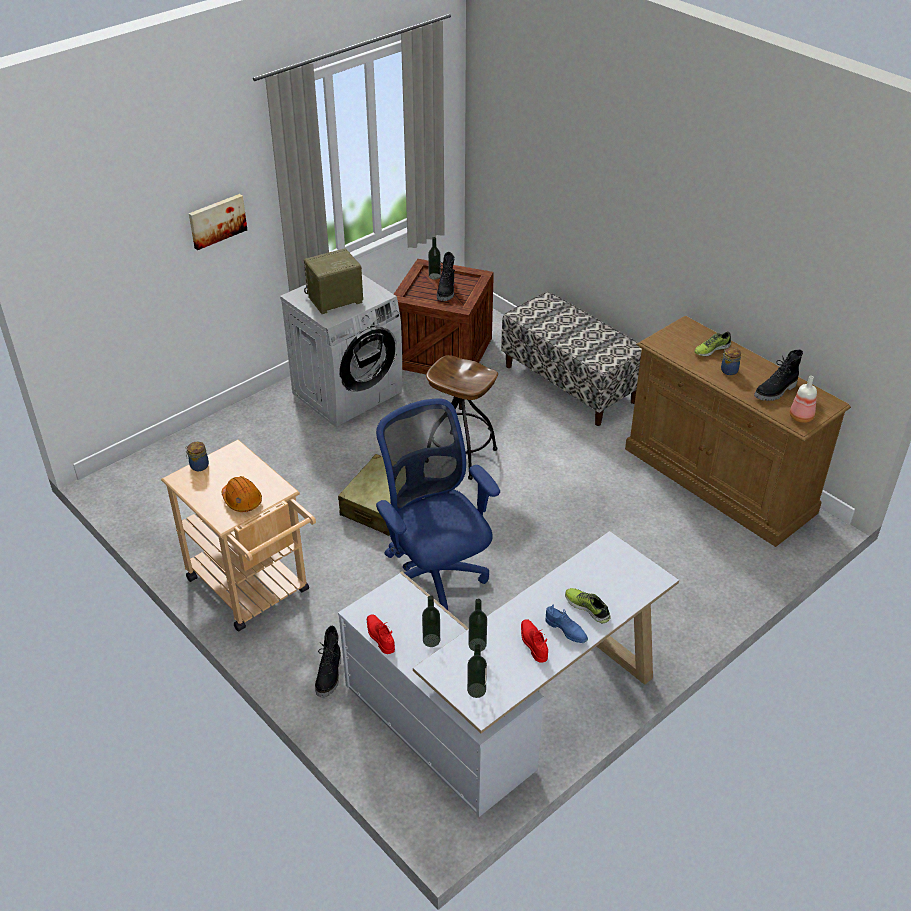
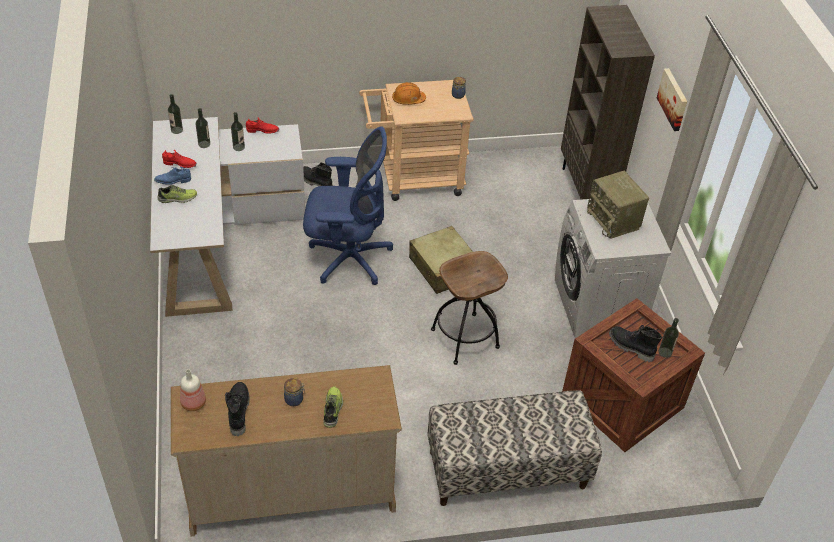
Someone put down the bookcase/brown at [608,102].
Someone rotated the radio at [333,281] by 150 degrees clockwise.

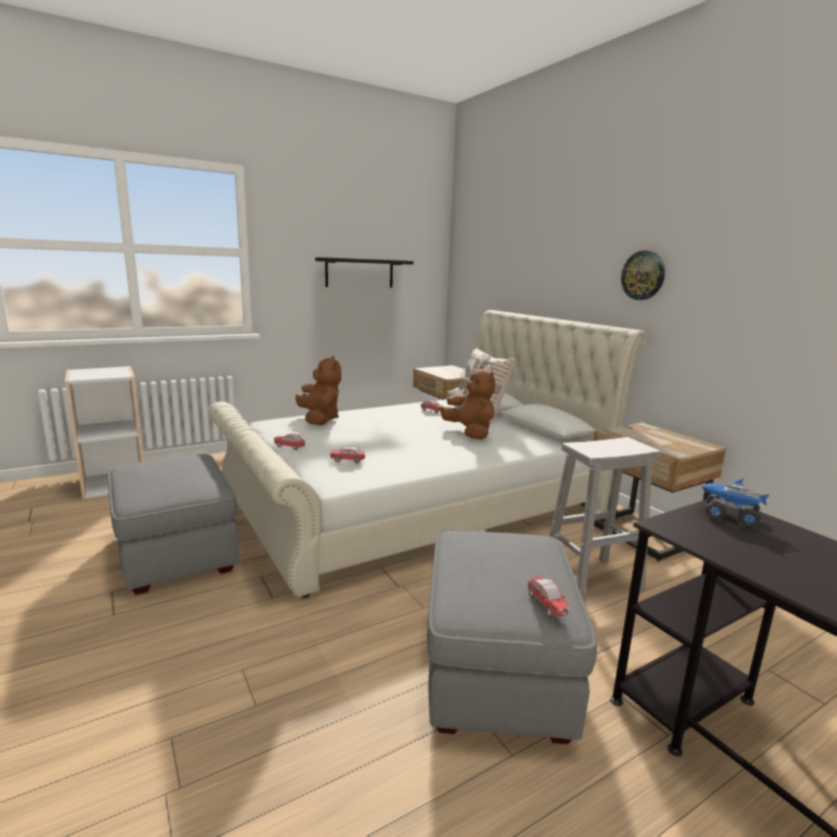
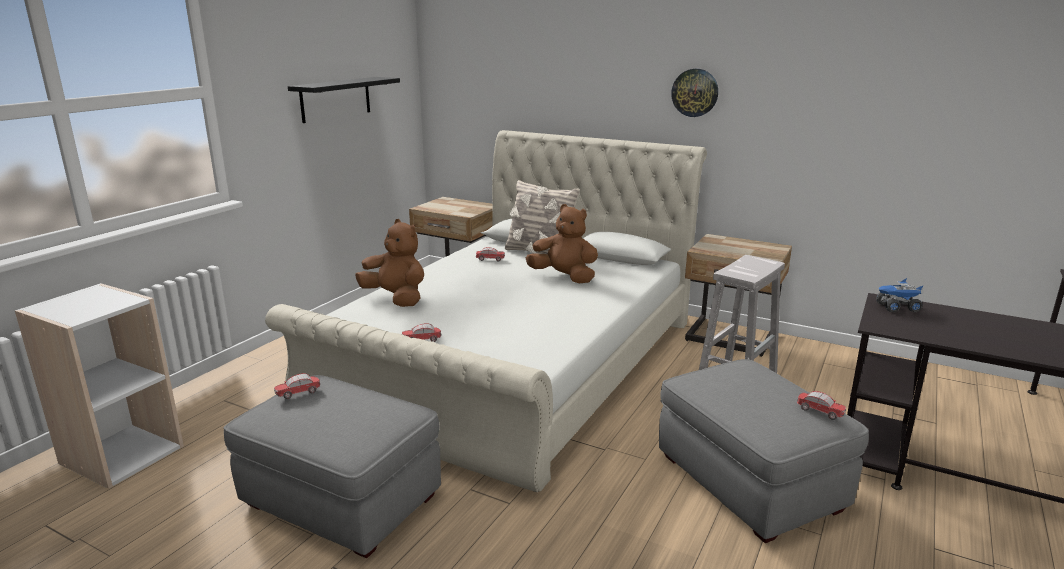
Someone carried the toy car from [347,454] to [297,386].

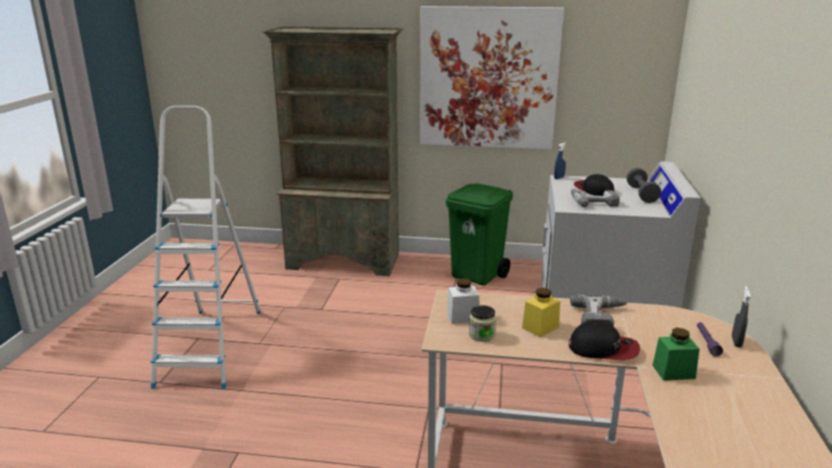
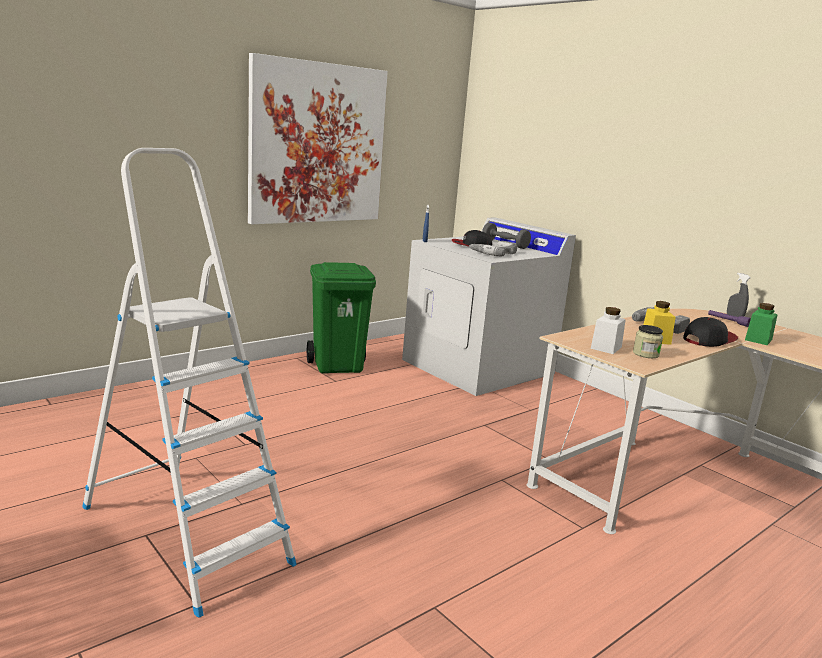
Someone took away the bookcase/green at [333,151].

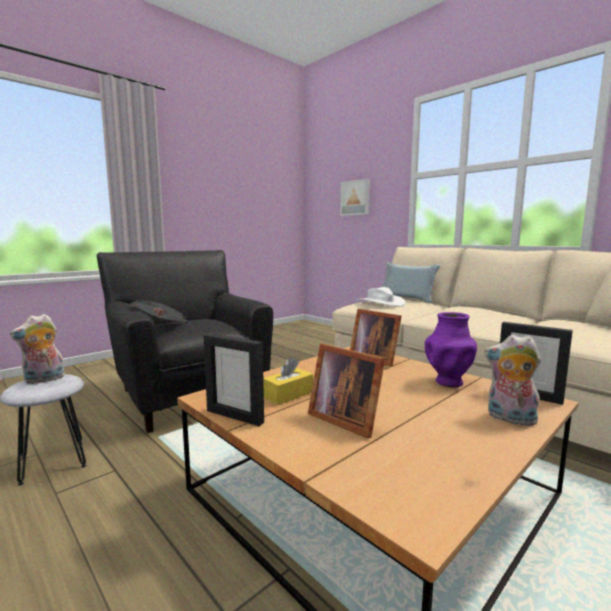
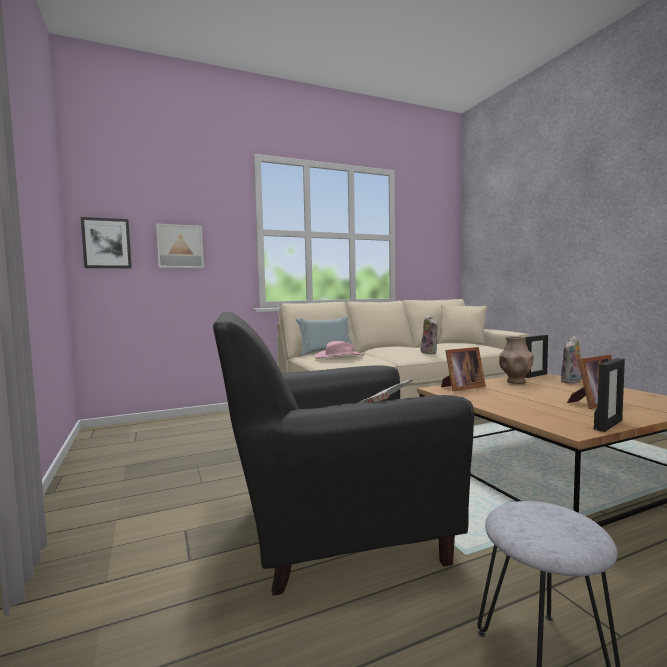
Someone put up the picture at [106,242].
Someone repainted the hat/white at [381,297], which became the hat/pink at [339,349].
Someone carried the plush toy from [37,349] to [429,334].
Someone repainted the vase/purple at [451,349], which became the vase/brown at [516,360].
Someone took away the tissue box/yellow at [288,381].

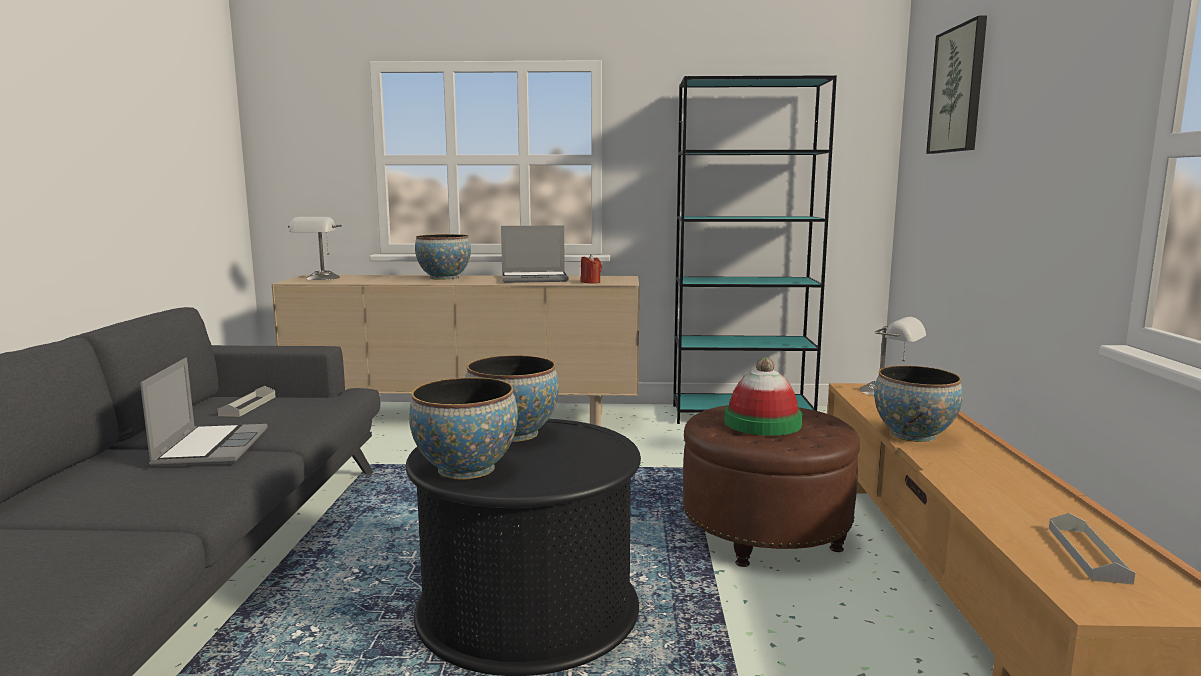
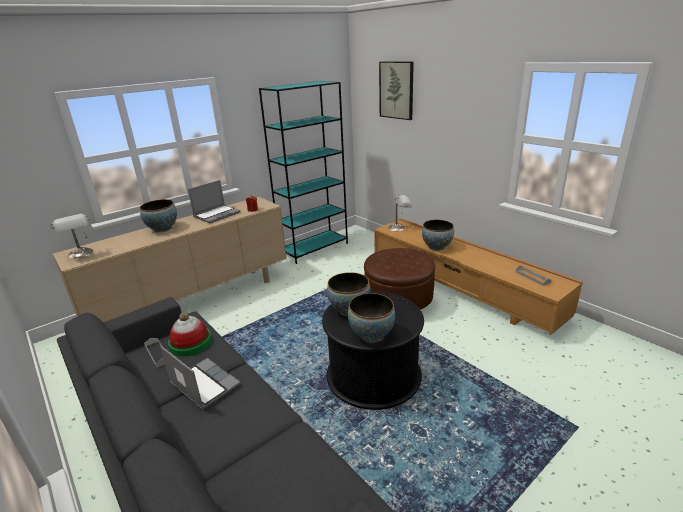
Someone carried the hat from [763,396] to [190,334].

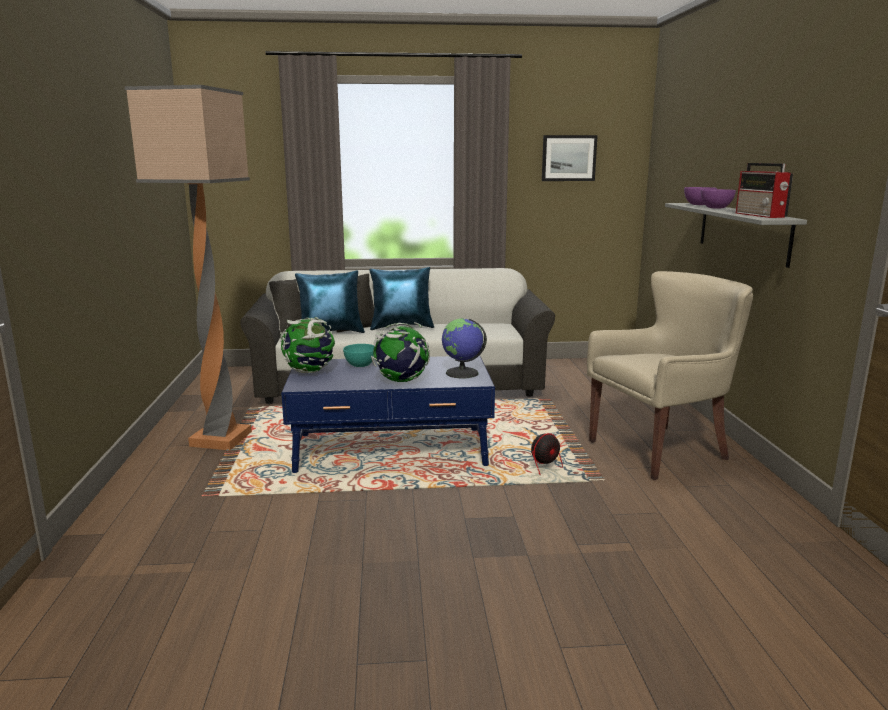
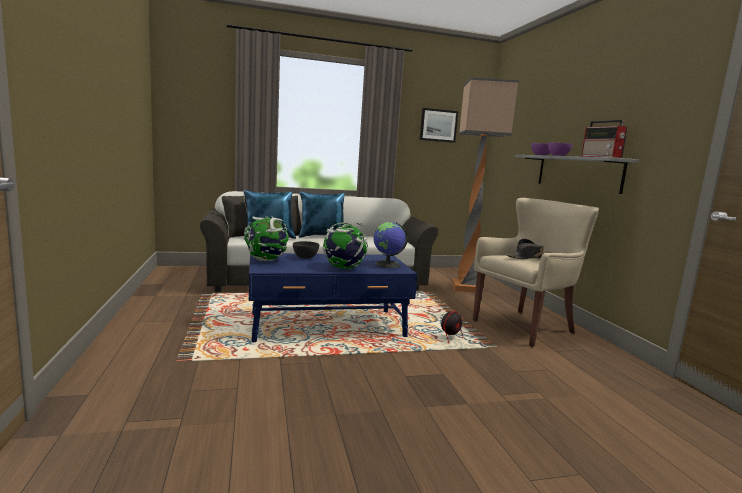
Someone repainted the bowl/turquoise at [358,355], which became the bowl/grey at [306,250].
Someone carried the floor lamp from [188,267] to [485,184].
Someone put down the hat/black at [528,249].

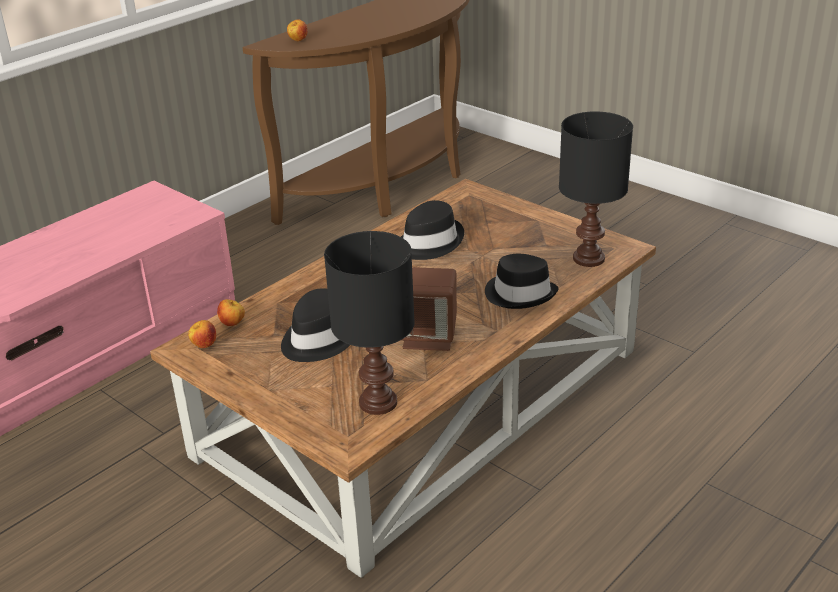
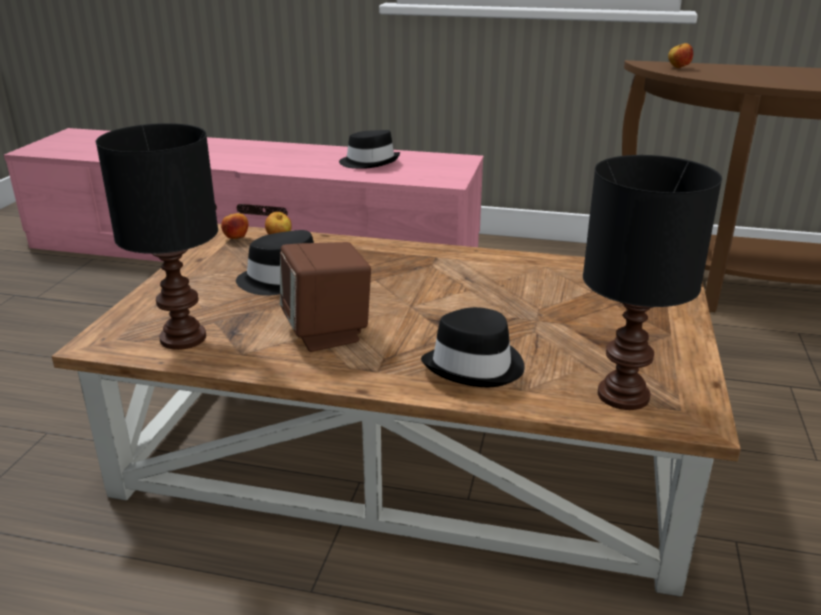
Someone carried the hat/black from [432,230] to [369,149].

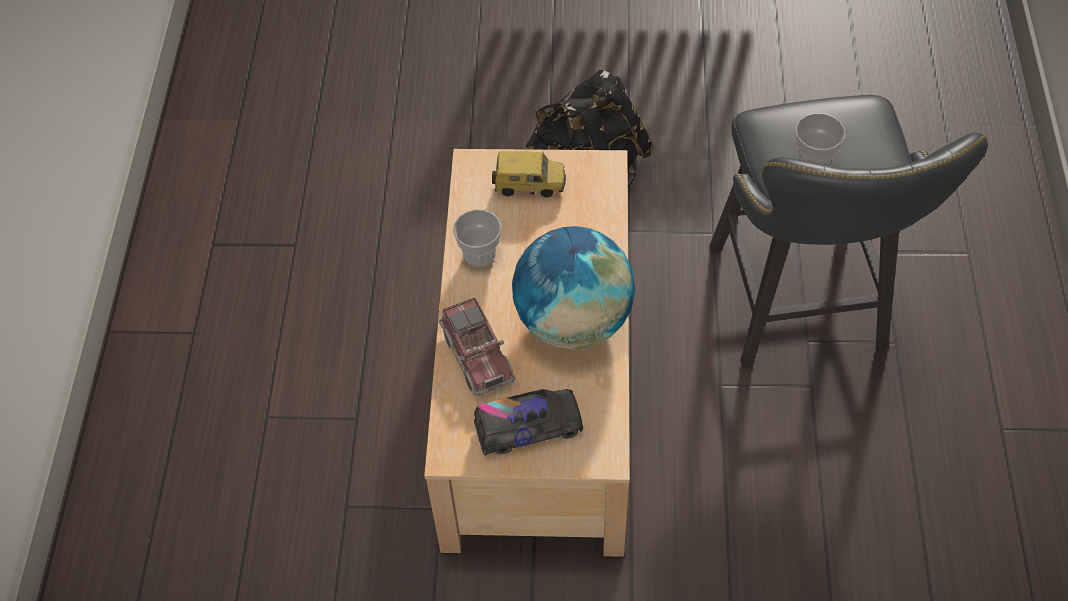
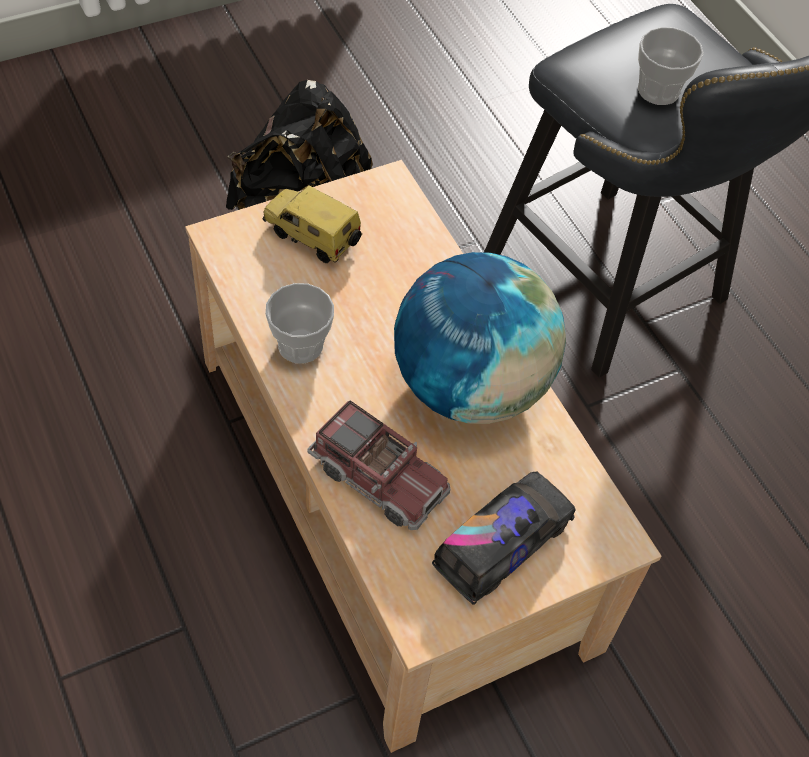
Someone rotated the toy car at [529,174] by 120 degrees counterclockwise.

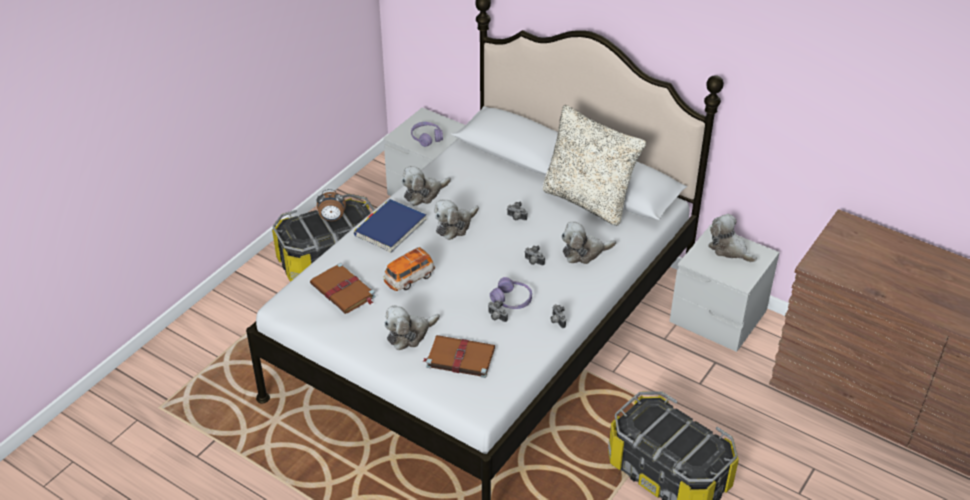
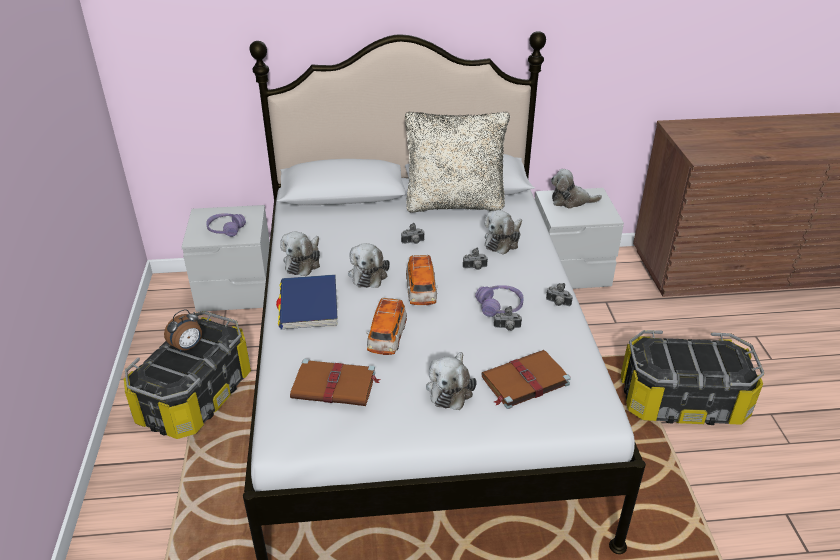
Someone put down the toy car at [422,280].

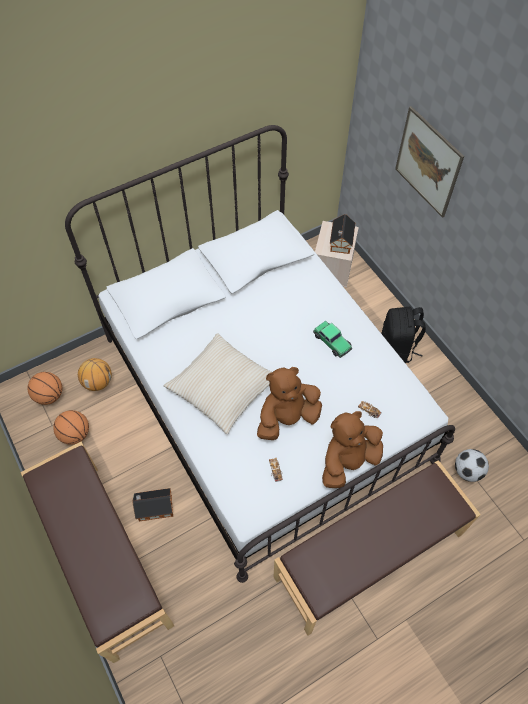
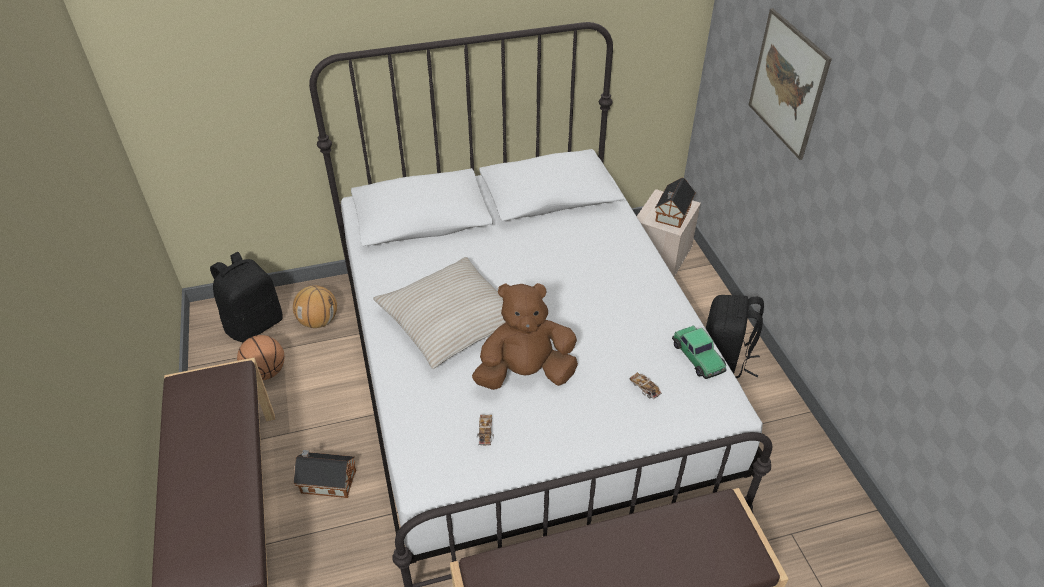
Someone swapped the basketball at [45,388] for the backpack/black at [246,297].
Someone carried the toy car from [332,339] to [699,352].
Someone took away the plush toy/brown at [352,449].
Someone took away the football at [472,465].

